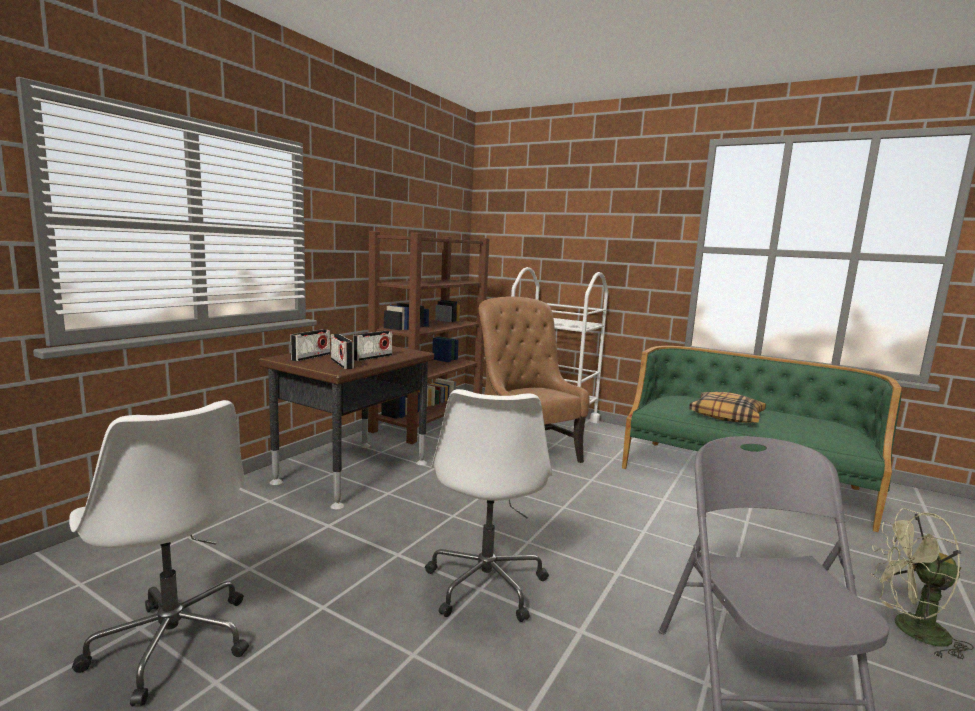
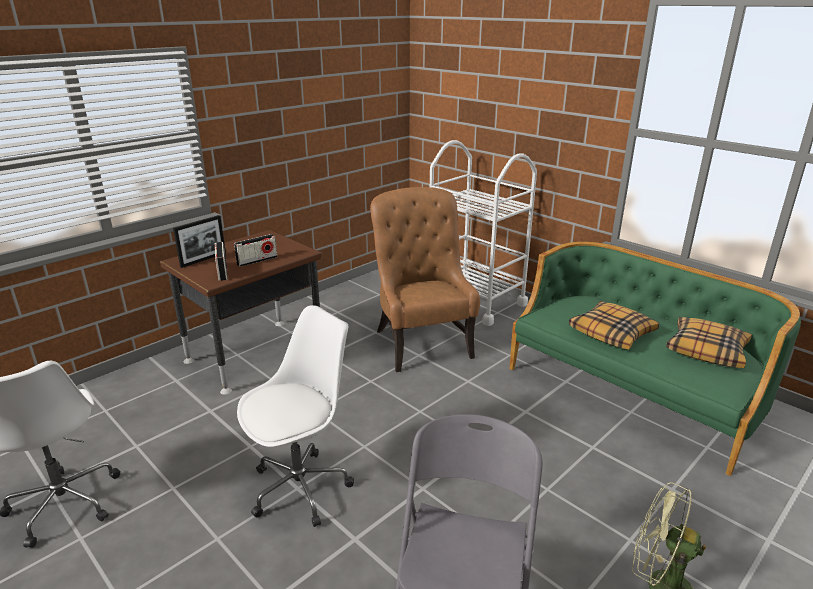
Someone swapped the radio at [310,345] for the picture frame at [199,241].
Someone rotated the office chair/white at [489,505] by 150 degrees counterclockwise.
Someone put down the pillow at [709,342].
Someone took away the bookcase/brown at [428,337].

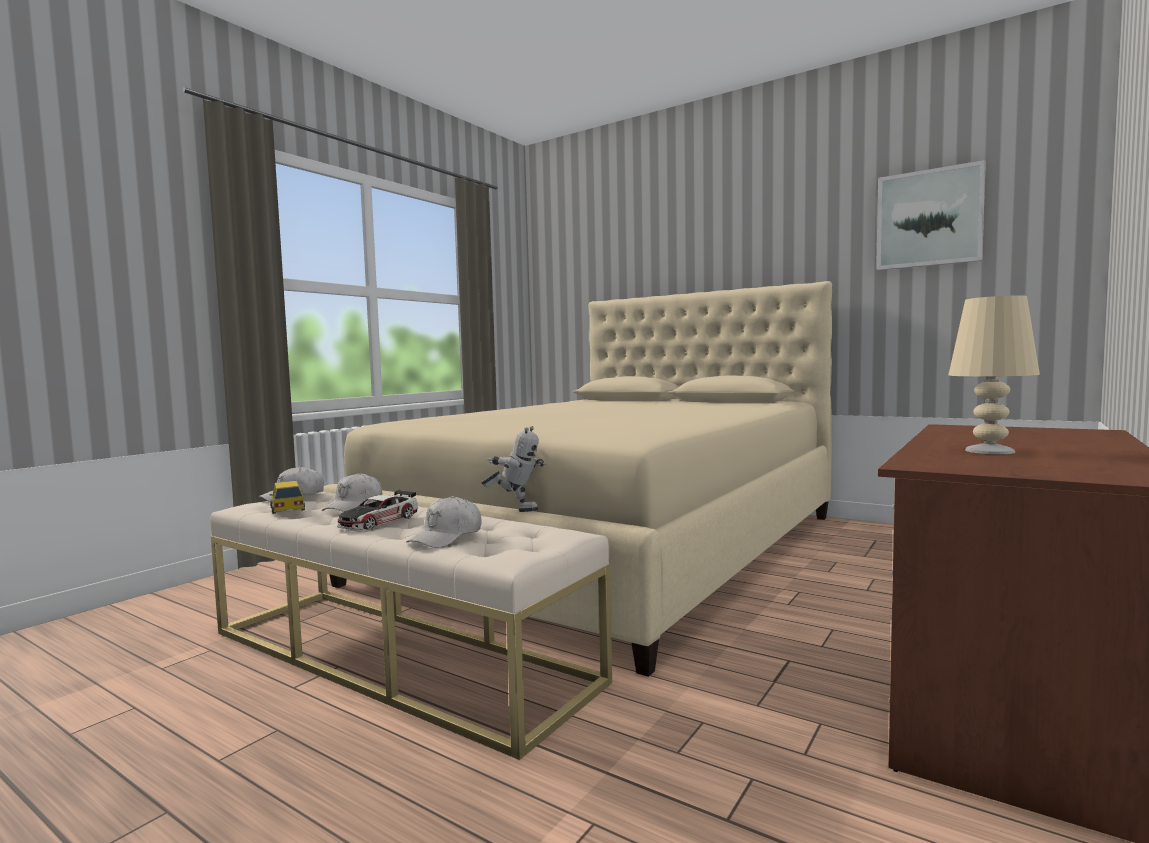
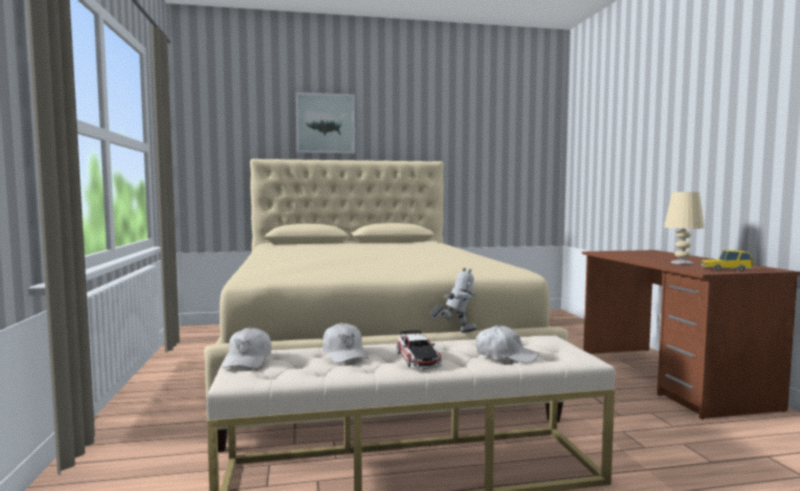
Someone carried the picture from [931,215] to [325,123].
Someone rotated the cap/white at [444,522] by 60 degrees counterclockwise.
Someone carried the toy car from [287,497] to [726,261].

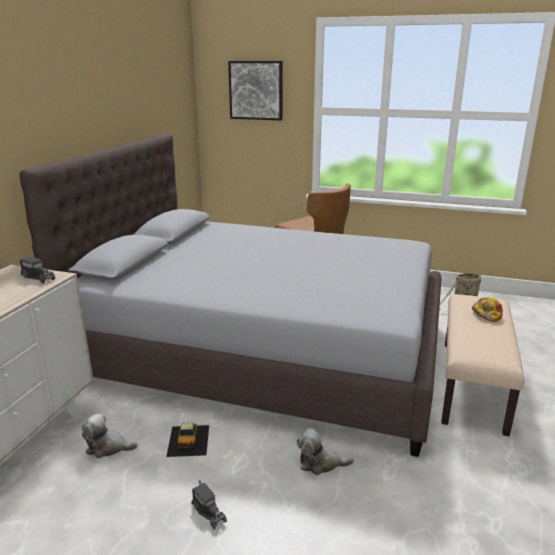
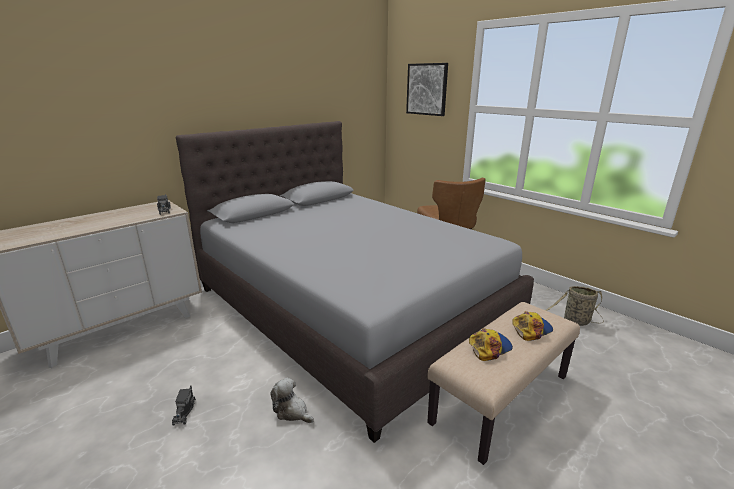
Someone put down the cap at [491,344].
Someone took away the plush toy at [110,436].
Someone took away the toy car at [187,439].

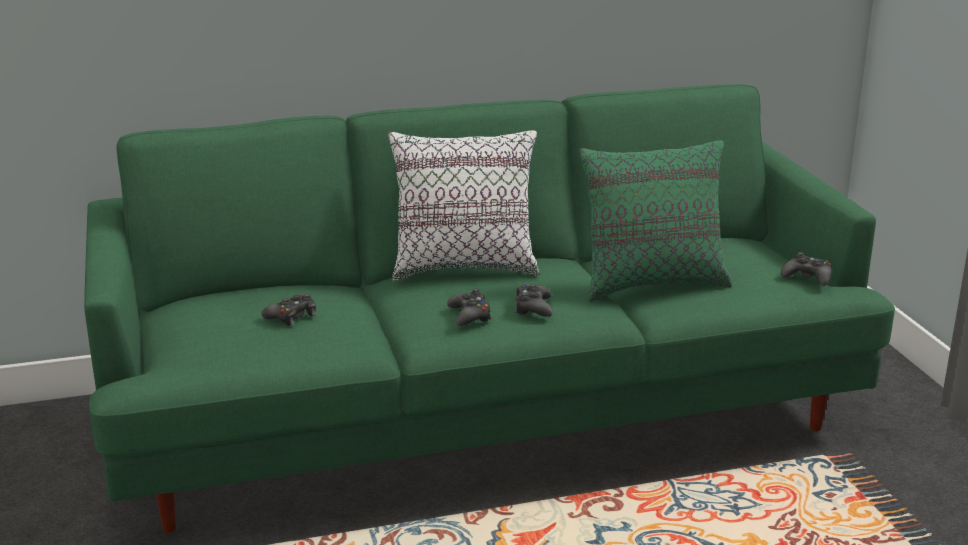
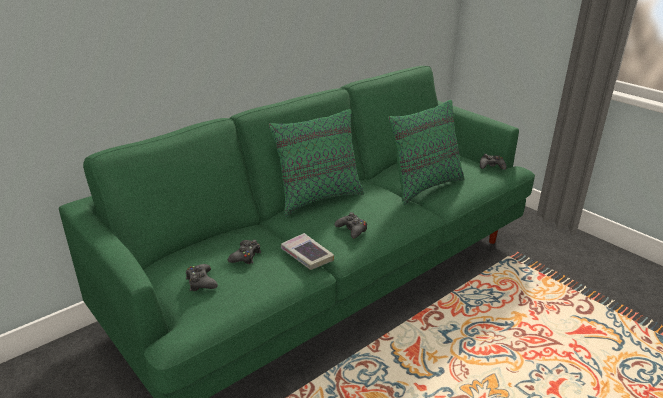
Someone carried the game controller/black from [534,300] to [202,277].
Someone repainted the pillow/white at [464,205], which became the pillow/green at [316,162].
Someone put down the book at [307,251].

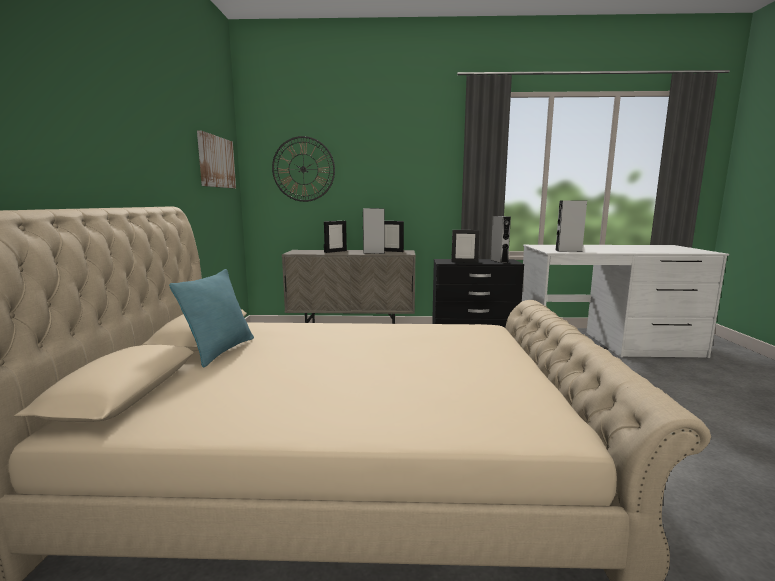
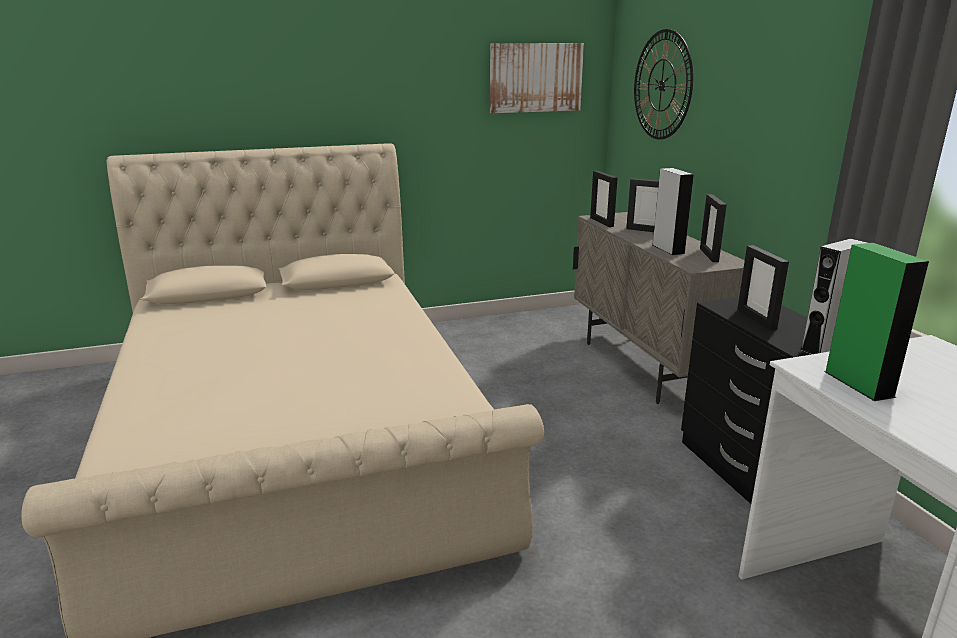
Someone put down the picture frame at [604,199].
Someone repainted the speaker/grey at [571,226], which became the speaker/green at [877,322].
Someone took away the pillow/turquoise at [211,318].

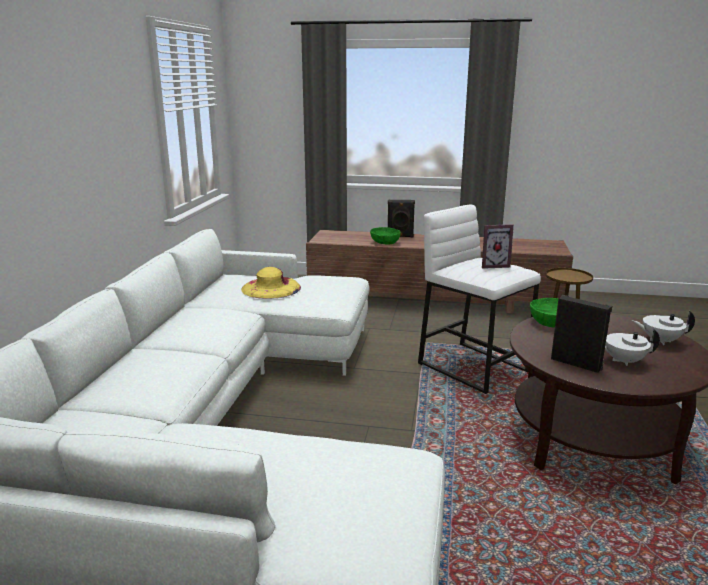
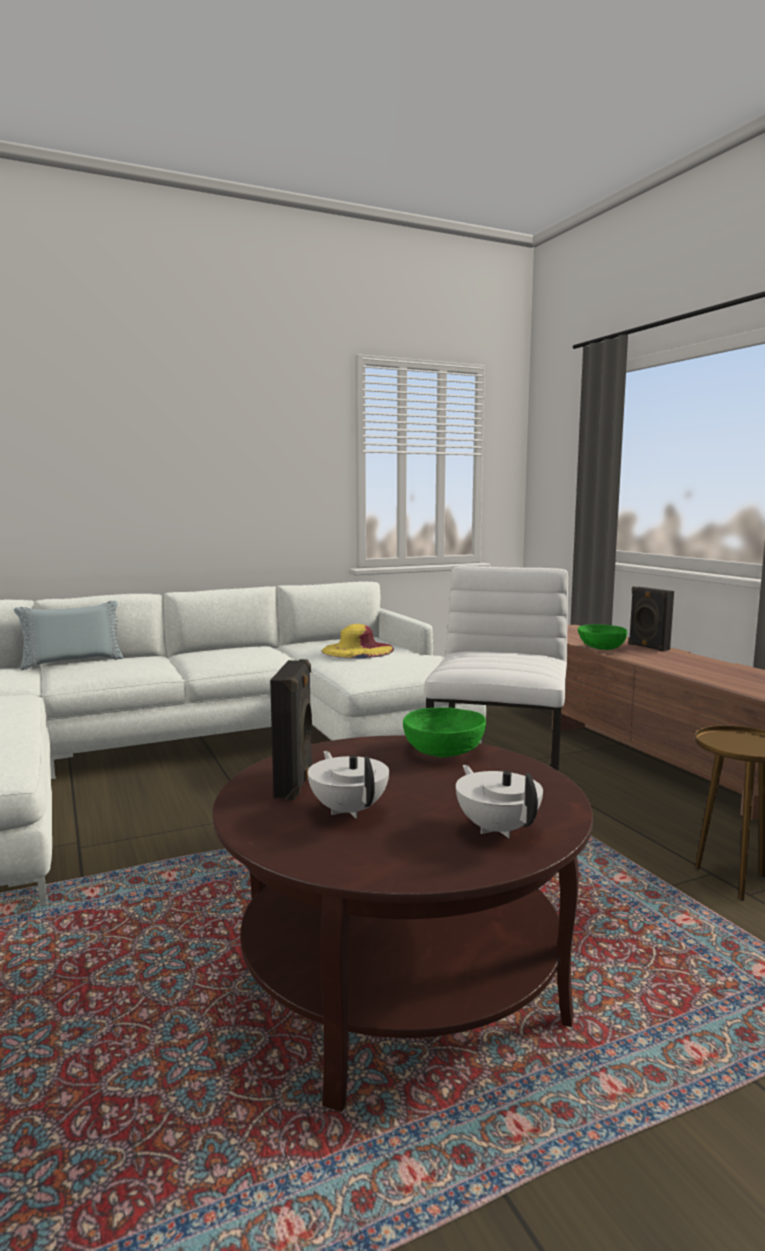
Someone put down the pillow/blue at [68,635].
Someone took away the picture frame at [498,246].

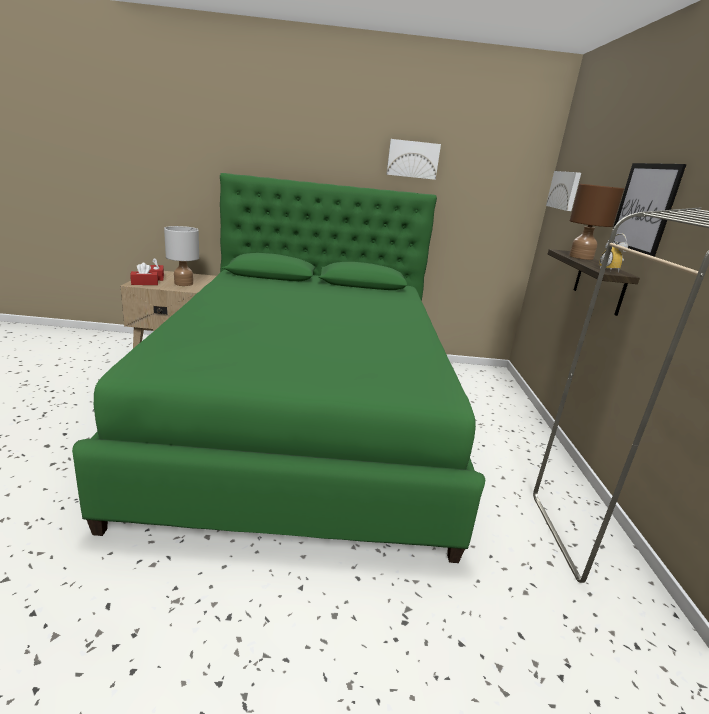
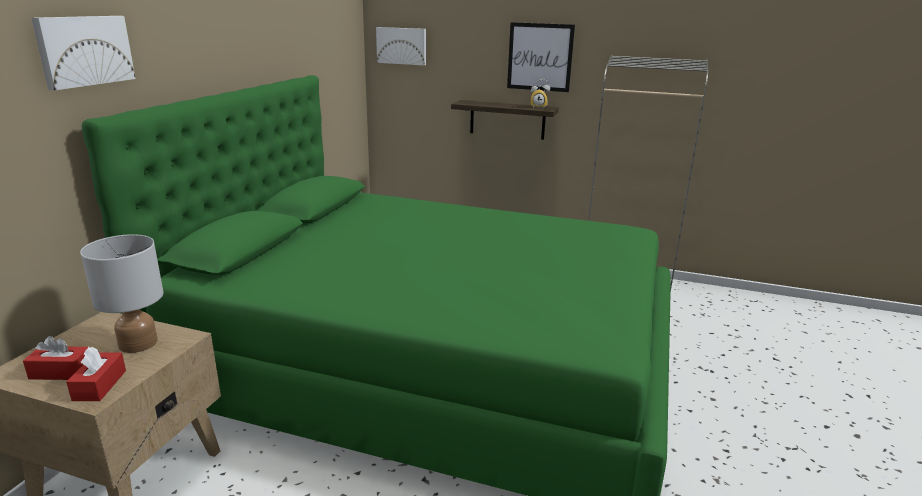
Someone carried the picture from [413,159] to [83,53].
Someone took away the table lamp/brown at [596,222].

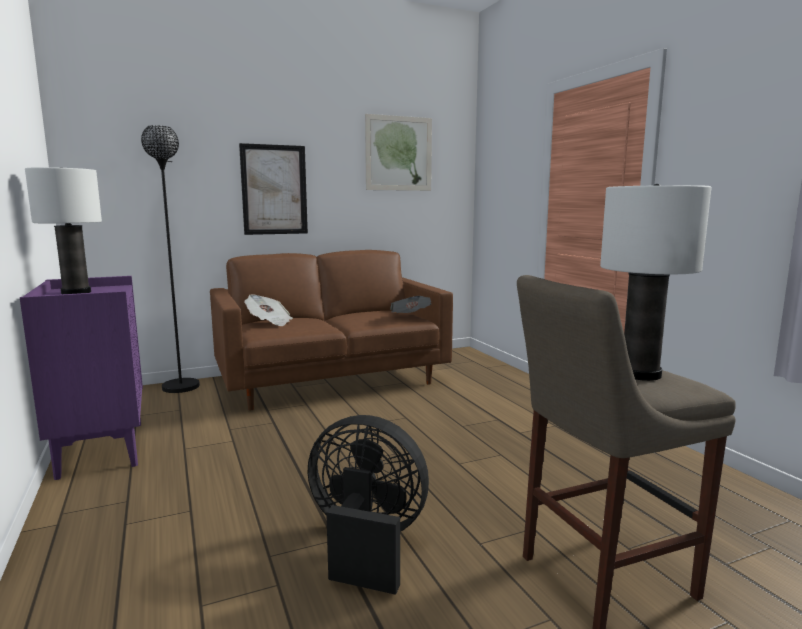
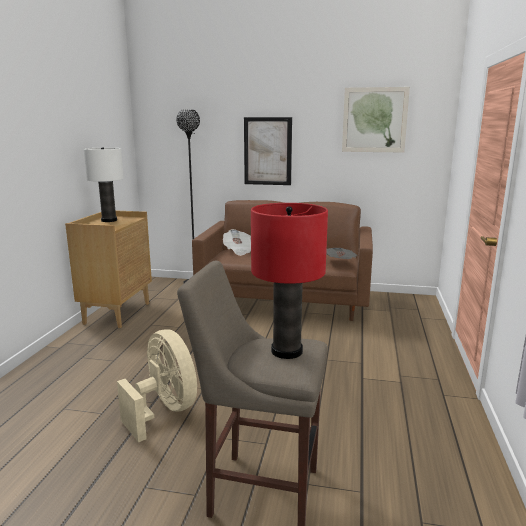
Someone repainted the cabinet/purple at [81,378], which became the cabinet/brown at [108,269].
Someone repainted the fan/black at [368,505], which became the fan/beige at [157,385].
Someone repainted the table lamp/white at [655,282], which became the table lamp/red at [289,281].

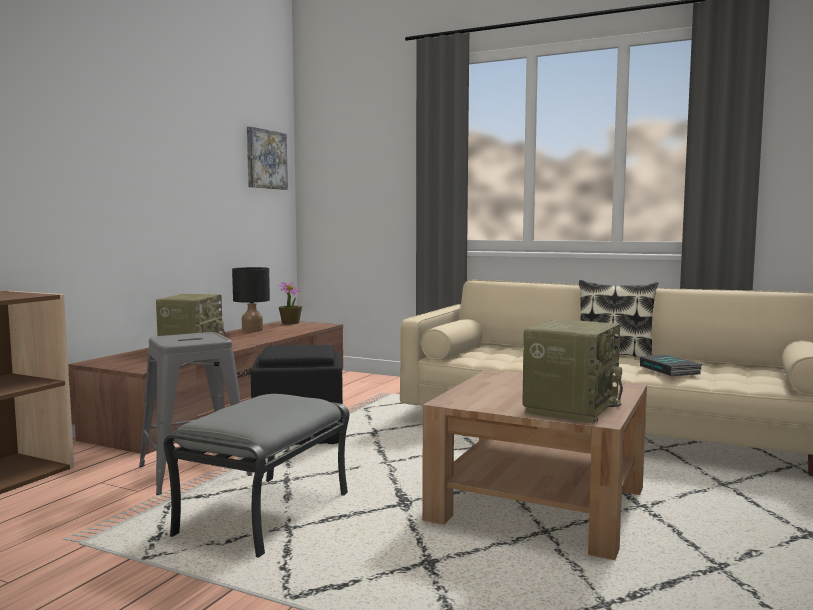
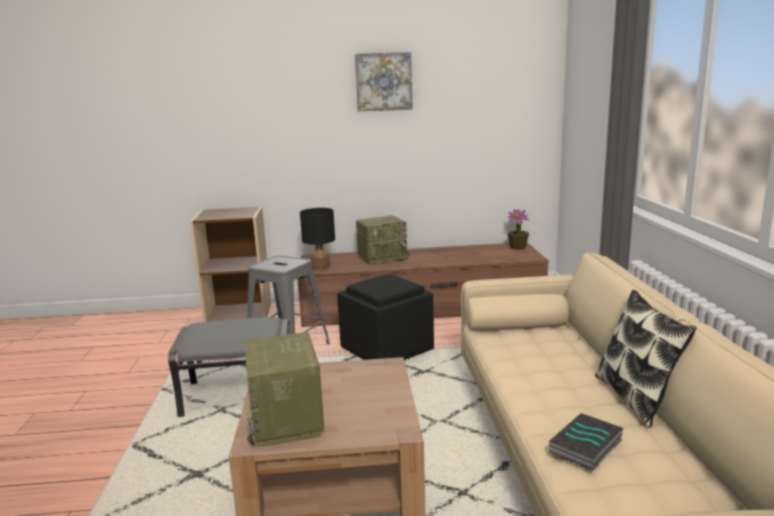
Someone rotated the radio at [573,371] by 75 degrees clockwise.
Someone carried the table lamp/black from [251,299] to [317,239].
Someone carried the picture from [267,158] to [384,82].

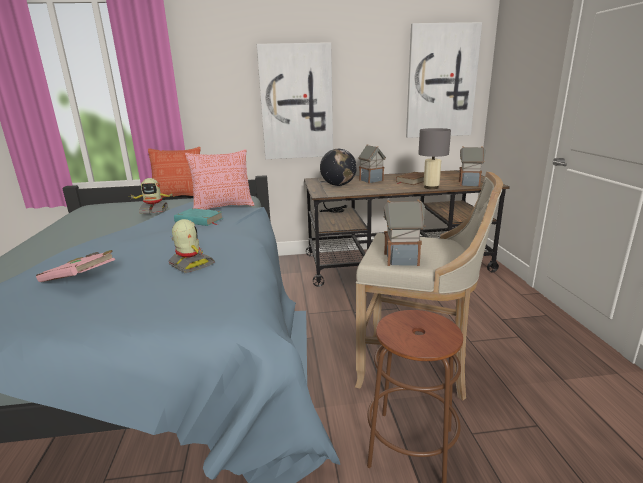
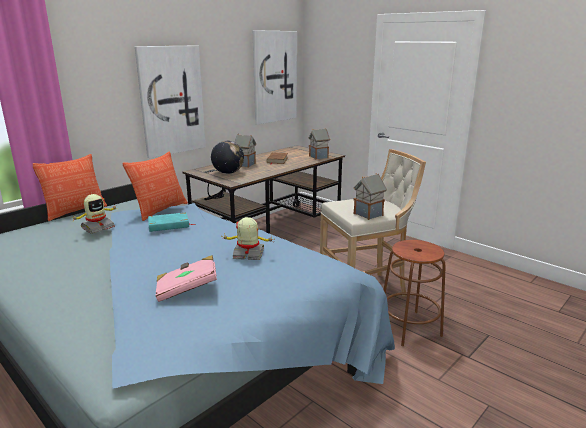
Someone repainted the pillow/pink at [219,179], which became the pillow/orange at [155,186].
Someone took away the table lamp/grey at [435,158].

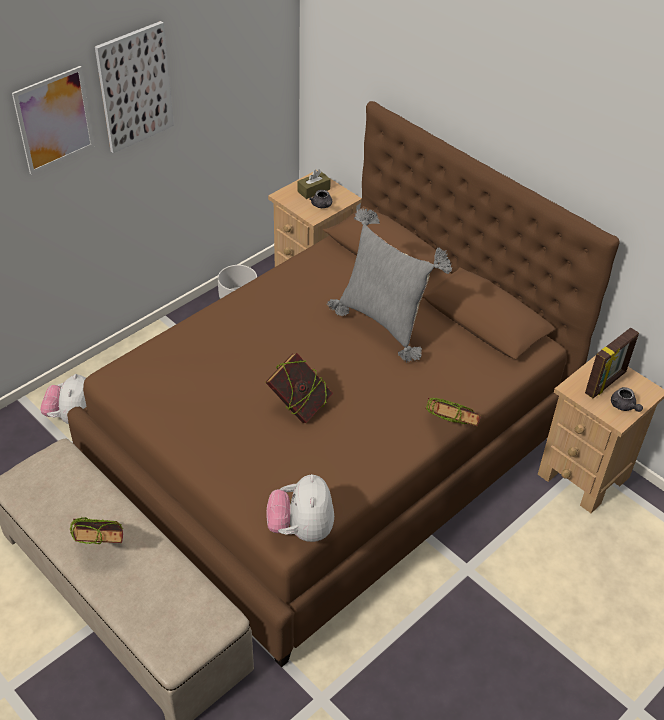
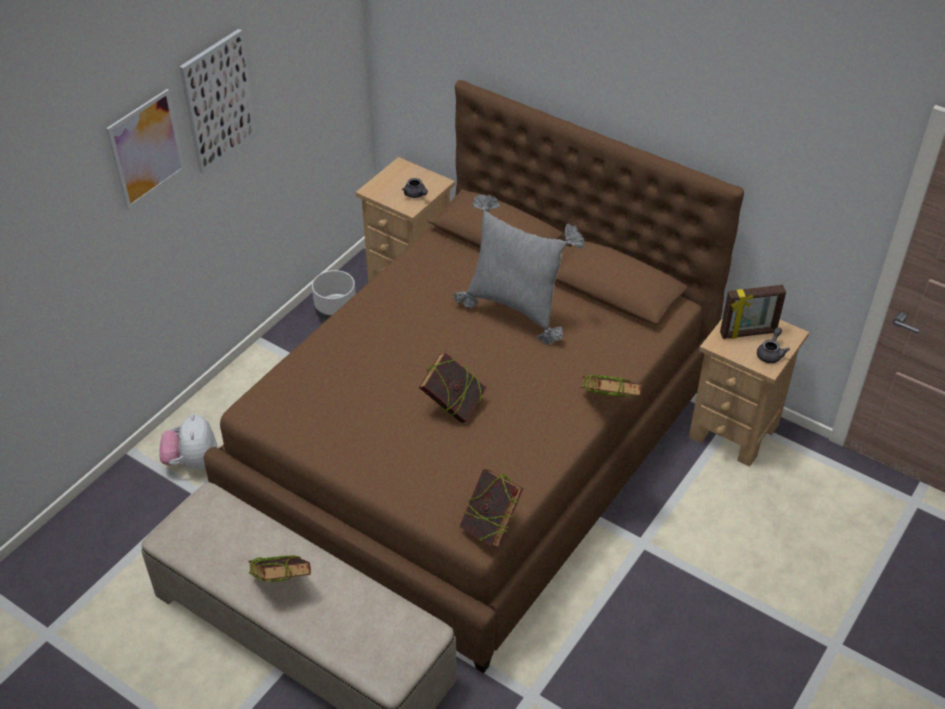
Someone swapped the plush toy at [300,508] for the book at [491,508].
Someone rotated the picture frame at [612,363] by 45 degrees clockwise.
Someone rotated the teapot/grey at [627,399] by 120 degrees counterclockwise.
Someone took away the tissue box/brown at [314,184].

